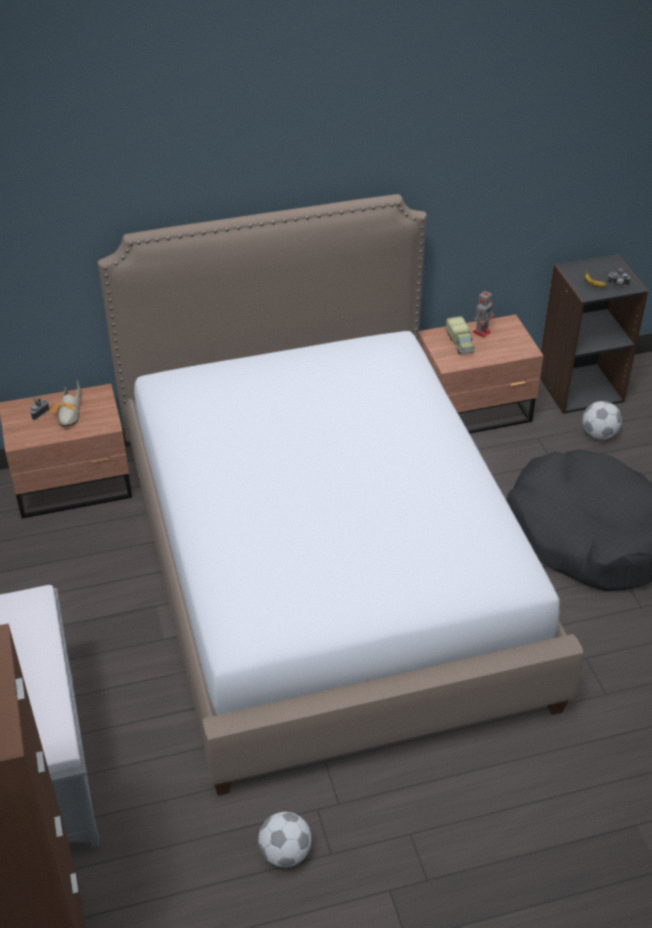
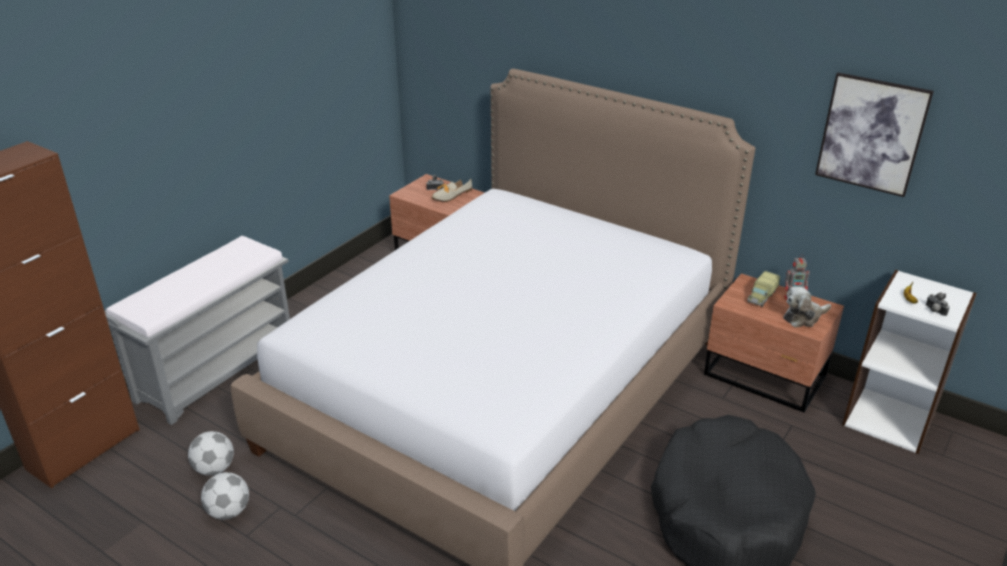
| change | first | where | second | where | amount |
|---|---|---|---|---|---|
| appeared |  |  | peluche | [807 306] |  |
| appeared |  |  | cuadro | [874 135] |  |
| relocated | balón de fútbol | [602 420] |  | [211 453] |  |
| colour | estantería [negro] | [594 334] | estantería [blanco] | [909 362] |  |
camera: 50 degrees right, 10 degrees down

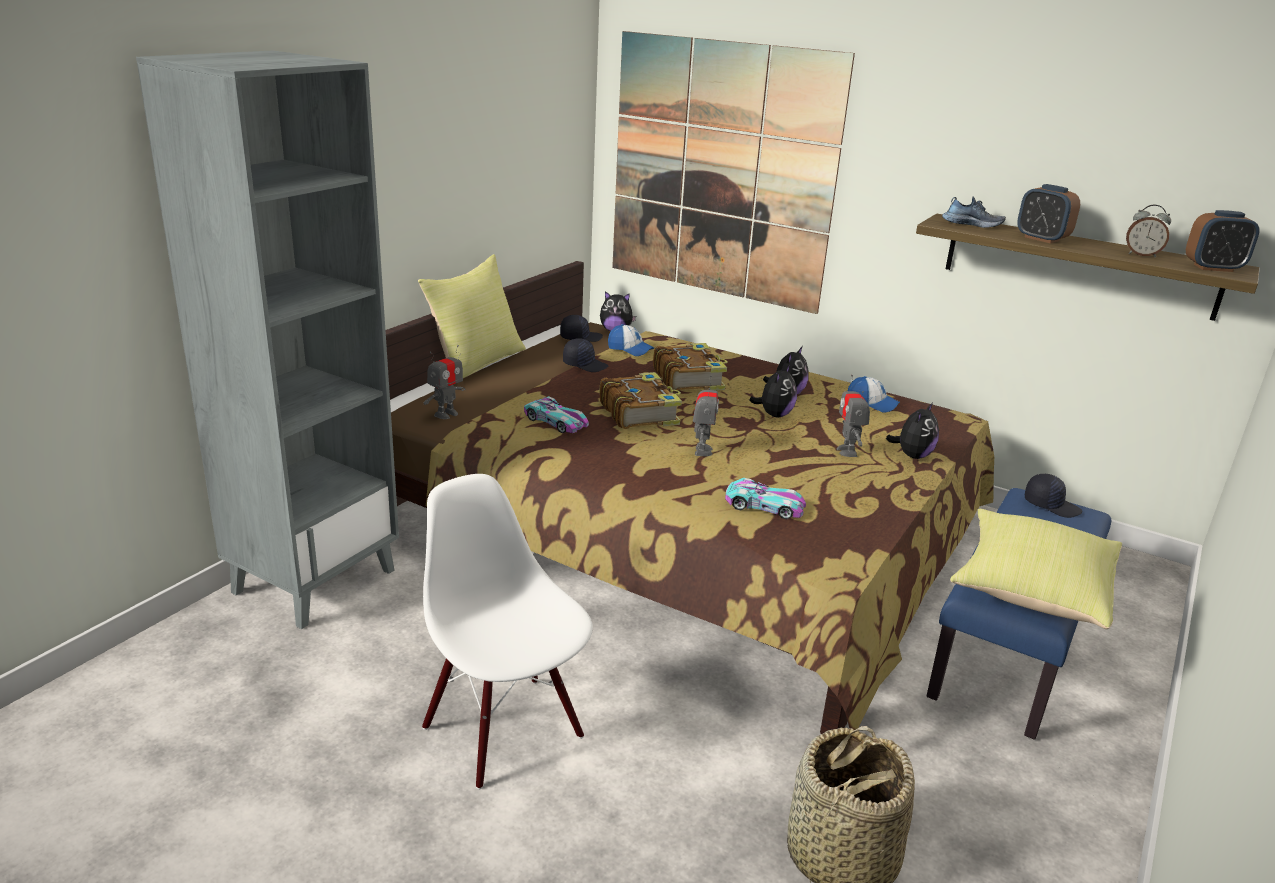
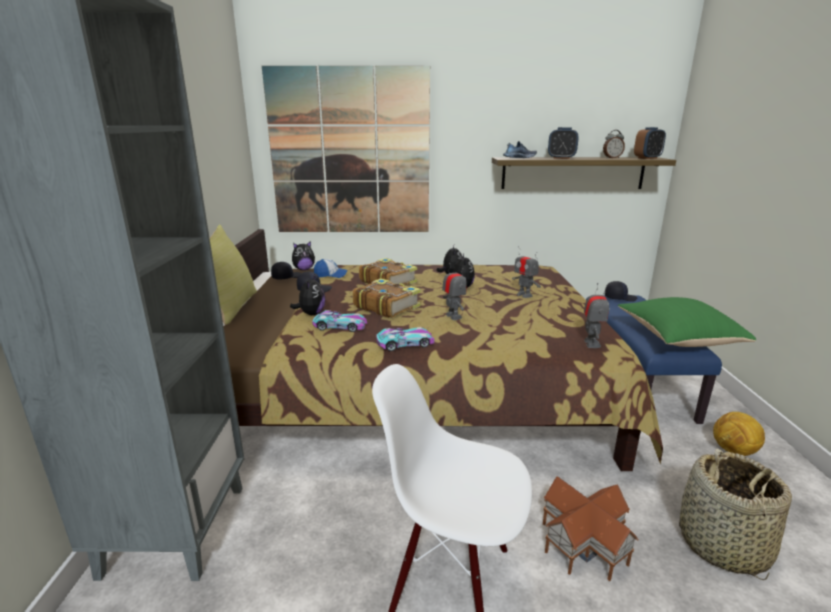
| change | first | where | second | where | amount |
|---|---|---|---|---|---|
| missing | gorra | [874 394] |  |  |  |
| appeared |  |  | casita | [591 529] |  |
| appeared |  |  | balón de fútbol | [739 434] |  |
| relocated | robot de juguete | [444 382] |  | [596 315] |  |
| relocated | coche de juguete | [765 498] |  | [405 339] |  |
| relocated | peluche | [912 431] |  | [308 295] |  |
| colour | cojín [amarillo] | [1036 569] | cojín [verde] | [687 322] |  |
camera: 30 degrees left, 5 degrees down

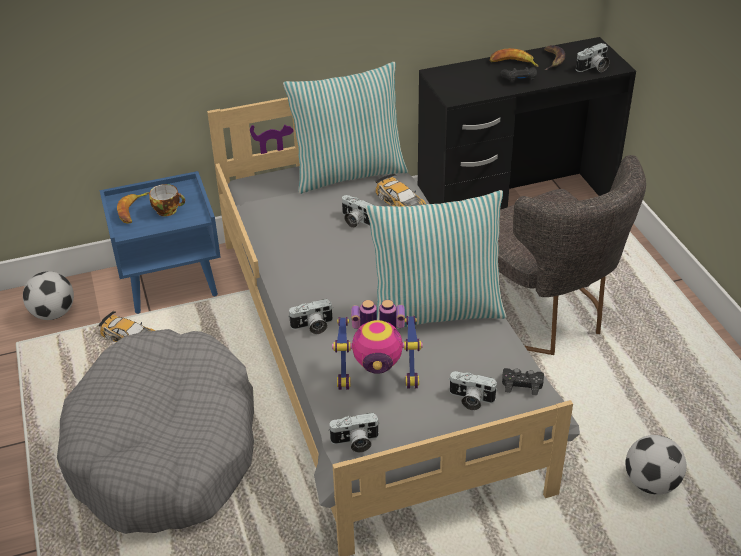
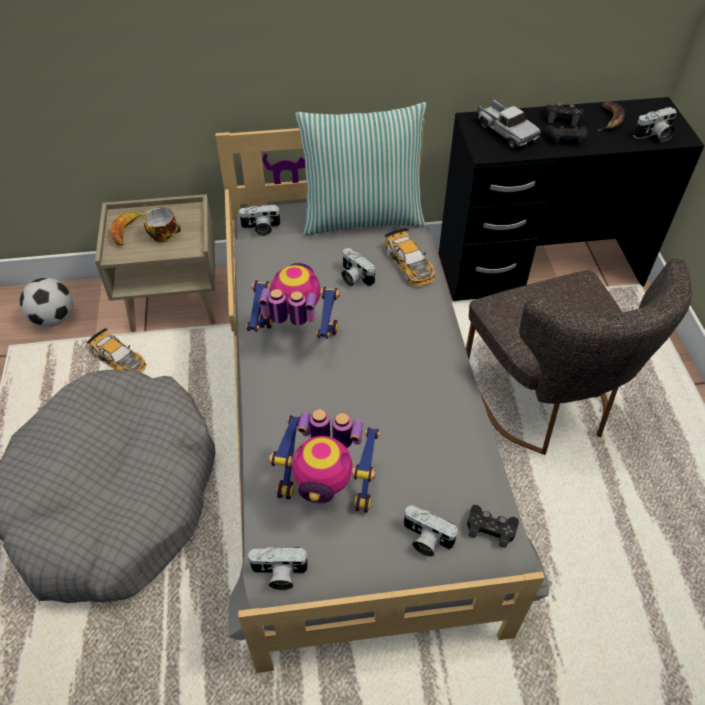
| change | first | where | second | where | amount |
|---|---|---|---|---|---|
| missing | cojín | [436 259] |  |  |  |
| missing | balón de fútbol | [656 465] |  |  |  |
| appeared |  |  | robot de juguete | [293 301] |  |
| appeared |  |  | camión de juguete | [509 123] |  |
| relocated | cámara | [311 316] |  | [259 220] |  |
| exchanged | plátano | [514 57] | mando de consola [negro] | [564 114] |  |
| colour | mesita de noche [azul] | [160 242] | mesita de noche [beis] | [155 263] |  |
camera: 10 degrees right, 10 degrees up

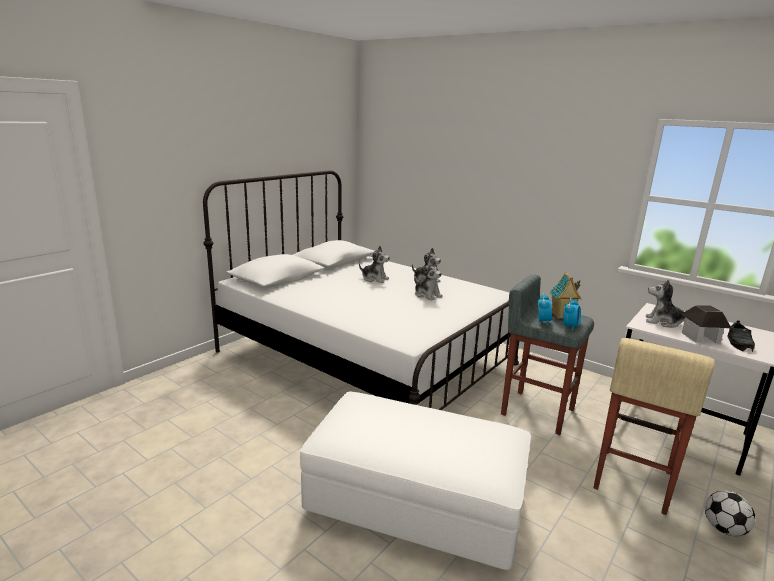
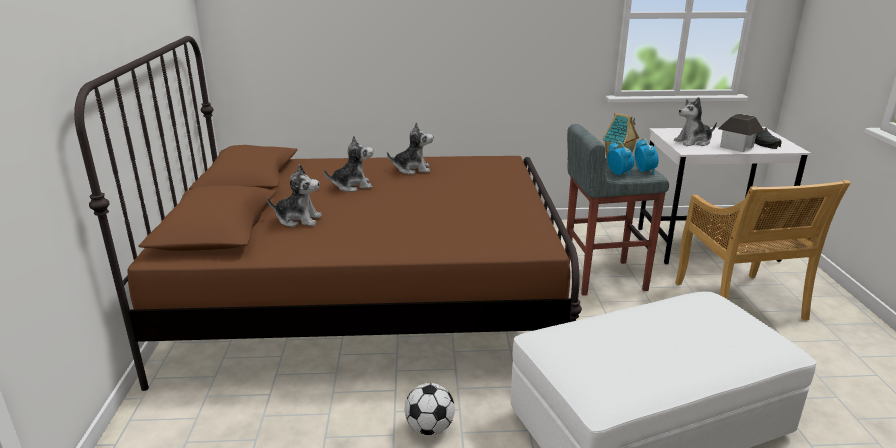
| change | first | where | second | where | amount |
|---|---|---|---|---|---|
| relocated | peluche | [428 280] |  | [294 195] |  |
| relocated | balón de fútbol | [730 513] |  | [430 409] |  |
| exchanged | taburete [beis] | [654 426] | silla [beis] | [763 250] |  |
| colour | cama [blanco] | [361 290] | cama [marrón] | [328 213] |  |
camera: 40 degrees left, 5 degrees up

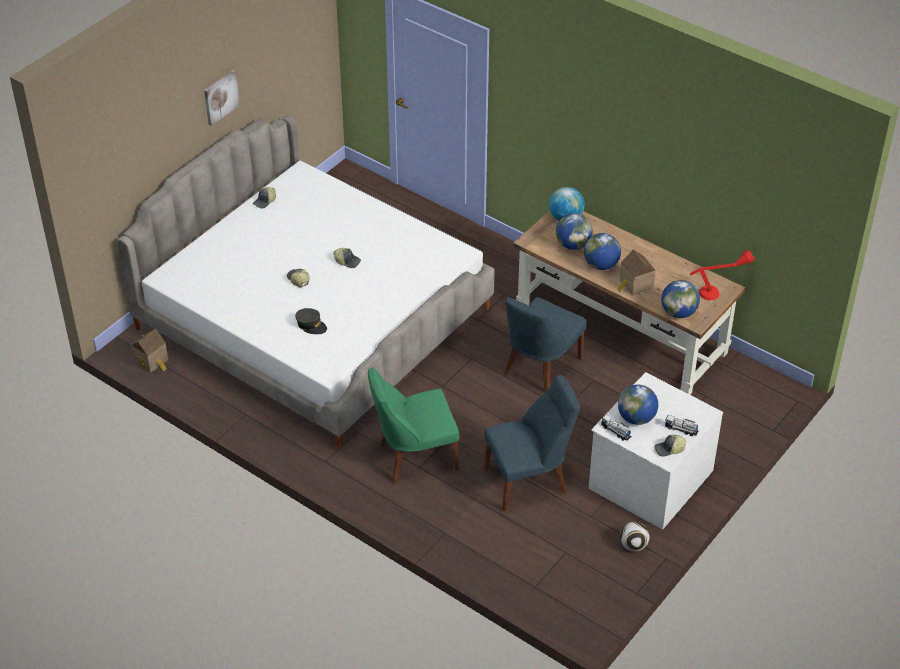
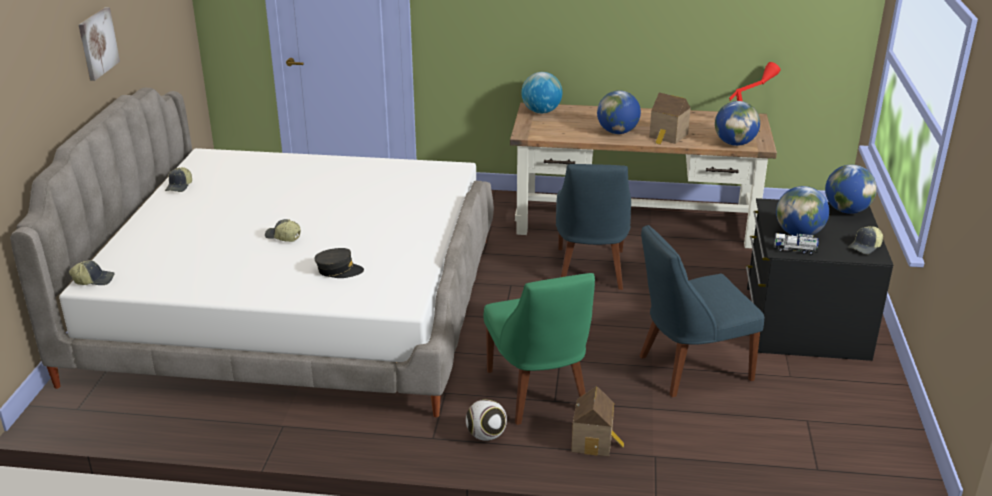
| change | first | where | second | where | amount |
|---|---|---|---|---|---|
| missing | camión de juguete | [682 425] |  |  |  |
| relocated | casita | [149 351] |  | [597 421] |  |
| relocated | gorra | [347 258] |  | [92 272] |  |
| relocated | globo terráqueo | [574 231] |  | [851 189] |  |
| relocated | balón de fútbol | [634 536] |  | [486 420] |  |
| colour | cómoda [blanco] | [656 451] | cómoda [negro] | [819 279] |  |
| spun | silla [verde] | [413 425] |  | [539 349] | 60 degrees counterclockwise |
| spun | silla [azul] | [532 443] |  | [702 311] | 150 degrees counterclockwise |
camera: 30 degrees left, 15 degrees down

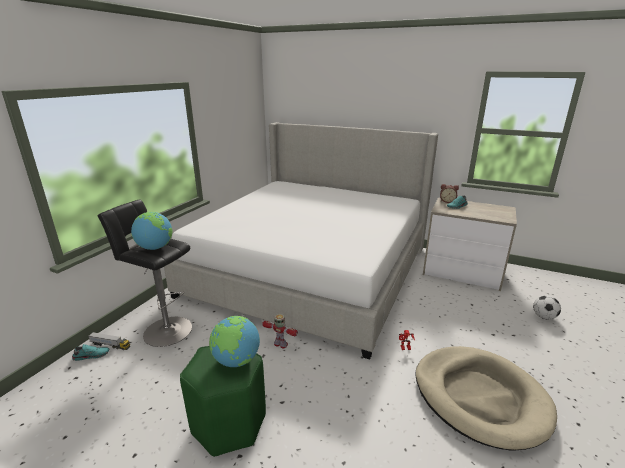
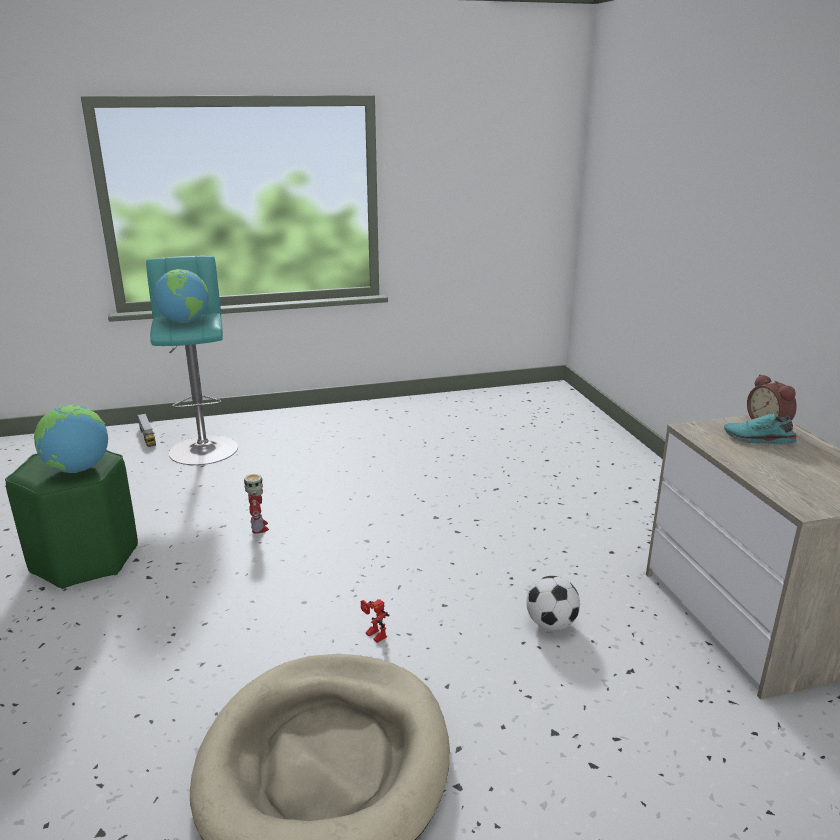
| change | first | where | second | where | amount |
|---|---|---|---|---|---|
| missing | zapato [turquesa] | [90 352] |  |  |  |
| missing | cama | [301 241] |  |  |  |
| relocated | balón de fútbol | [547 307] |  | [553 603] |  |
| colour | taburete [negro] | [144 273] | taburete [turquesa] | [192 360] |  |
camera: 50 degrees right, 0 degrees up

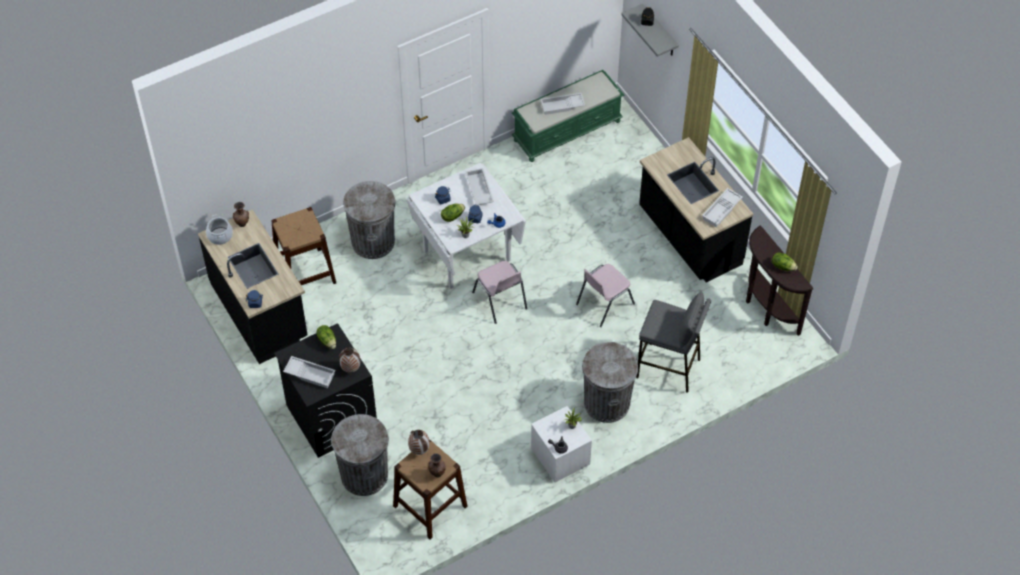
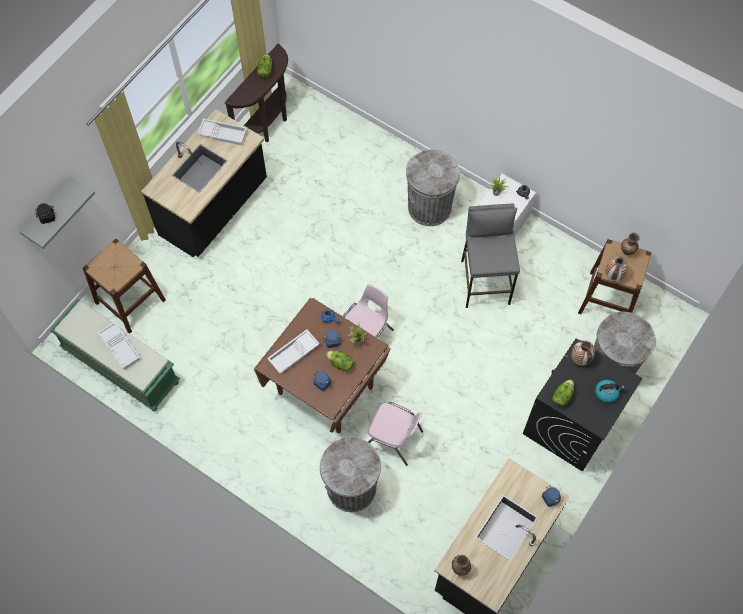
| change | first | where | second | where | amount |
|---|---|---|---|---|---|
| missing | olla | [219 230] |  |  |  |
| relocated | taburete [marrón] | [303 246] |  | [124 286] |  |
| relocated | silla [rosa] | [605 295] |  | [395 434] |  |
| relocated | taburete [gris] | [673 342] |  | [490 256] |  |
| exchanged | bandeja [blanco] | [309 372] | hervidor | [610 391] |  |
| colour | mesa de comedor [blanco] | [466 226] | mesa de comedor [marrón] | [322 365] |  |
camera: 115 degrees left, 10 degrees up

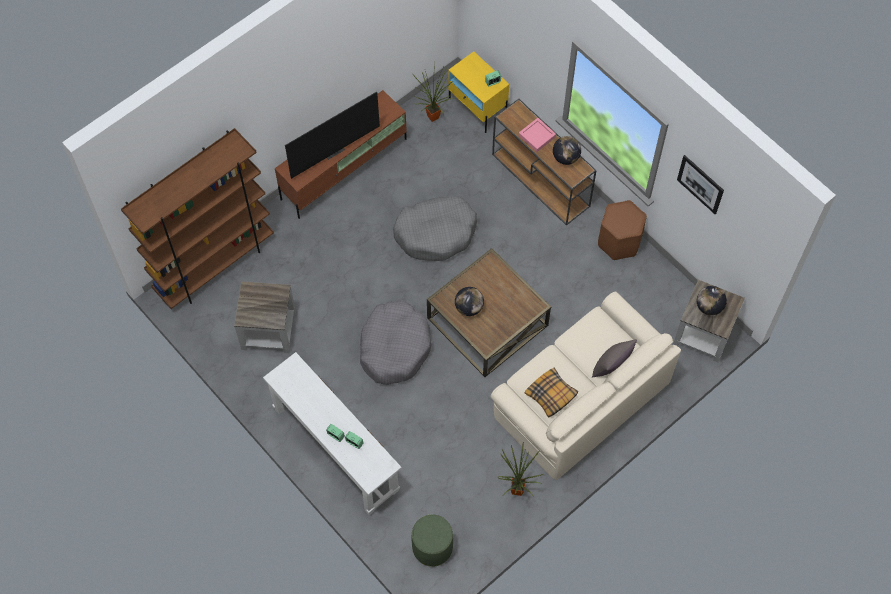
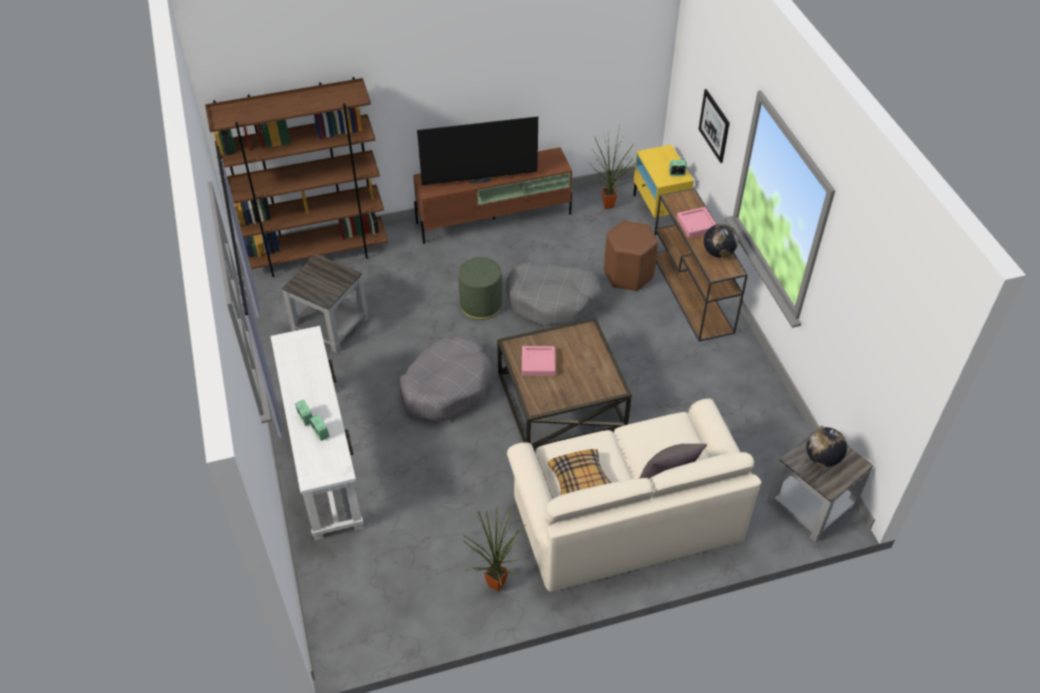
| change | first | where | second | where | amount |
|---|---|---|---|---|---|
| relocated | puf [verde] | [432 541] |  | [480 288] |  |
| relocated | taburete [marrón] | [622 230] |  | [631 256] |  |
| relocated | cuadro | [700 184] |  | [714 126] |  |
| exchanged | globo terráqueo | [469 301] | bandeja [rosa] | [538 361] |  |
camera: 25 degrees right, 15 degrees down

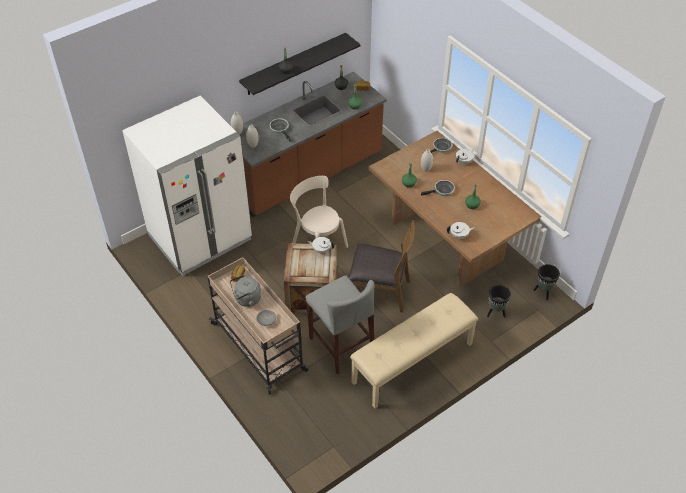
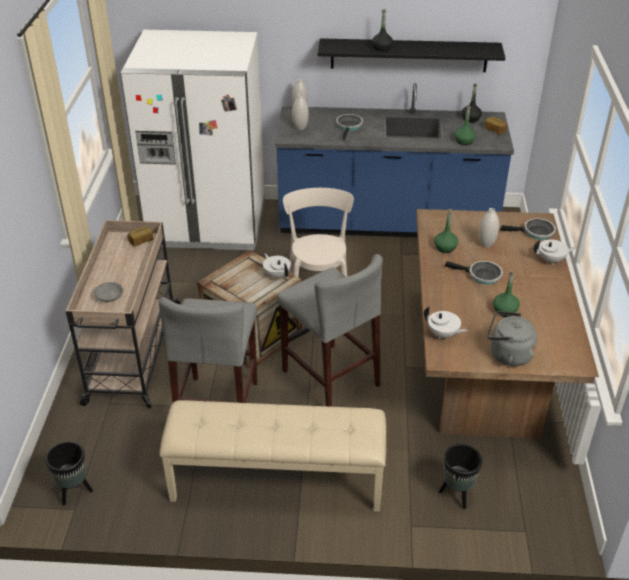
| change | first | where | second | where | amount |
|---|---|---|---|---|---|
| relocated | hervidor [gris] | [245 291] |  | [512 338] |  |
| relocated | maceta [negro] | [547 282] |  | [69 473] |  |
| exchanged | silla [marrón] | [382 266] | taburete [gris] | [330 330] |  |
| colour | mueble bajo de cocina [marrón] | [313 145] | mueble bajo de cocina [azul] | [394 160] |  |
camera: 40 degrees right, 10 degrees down

